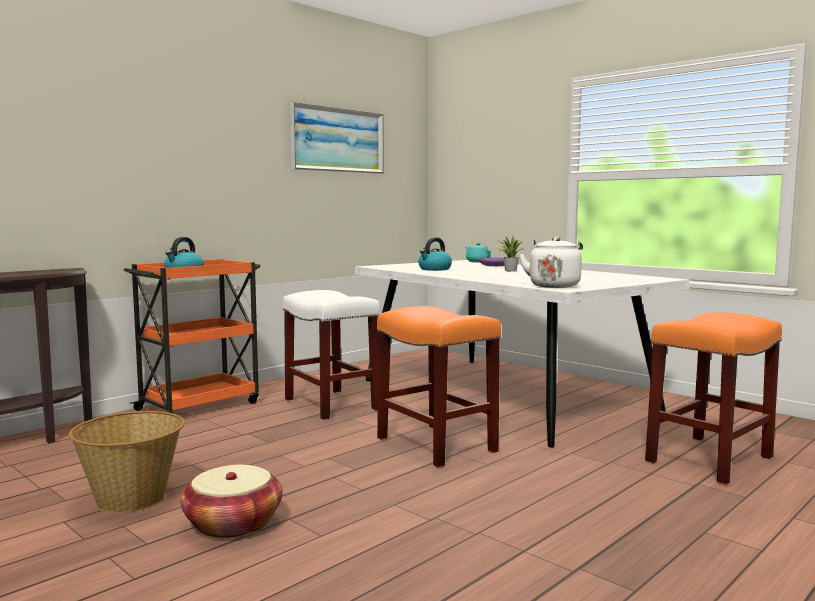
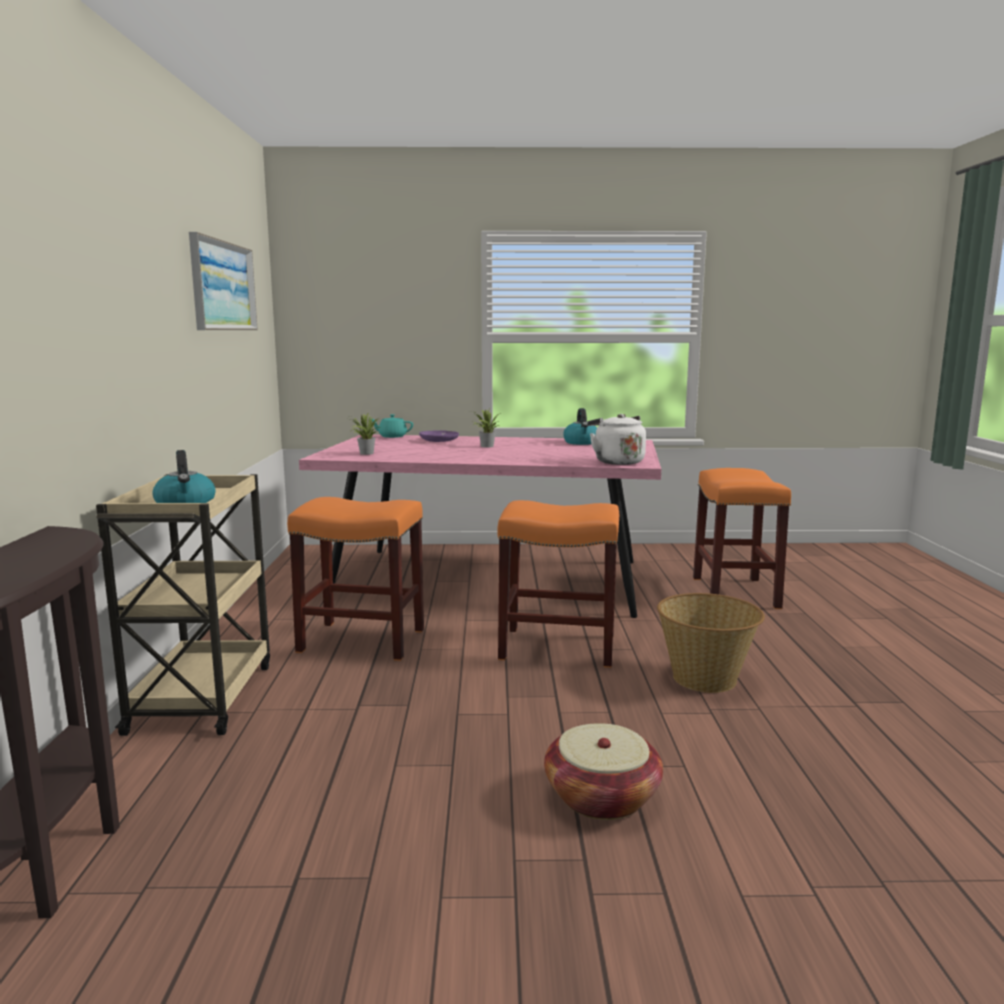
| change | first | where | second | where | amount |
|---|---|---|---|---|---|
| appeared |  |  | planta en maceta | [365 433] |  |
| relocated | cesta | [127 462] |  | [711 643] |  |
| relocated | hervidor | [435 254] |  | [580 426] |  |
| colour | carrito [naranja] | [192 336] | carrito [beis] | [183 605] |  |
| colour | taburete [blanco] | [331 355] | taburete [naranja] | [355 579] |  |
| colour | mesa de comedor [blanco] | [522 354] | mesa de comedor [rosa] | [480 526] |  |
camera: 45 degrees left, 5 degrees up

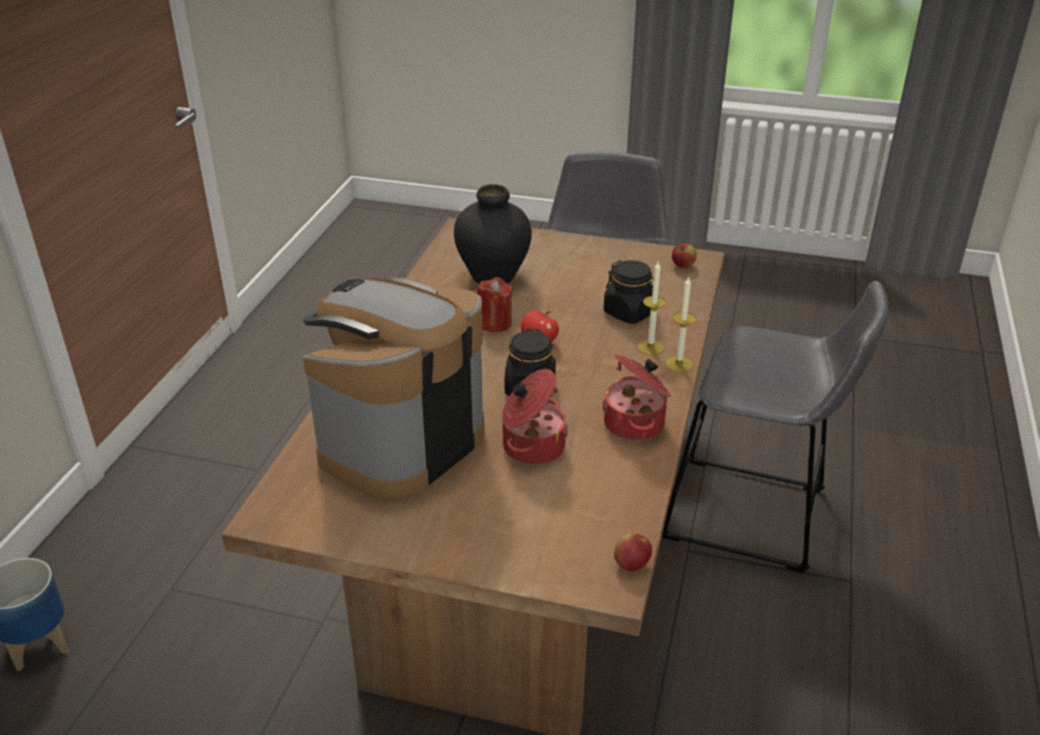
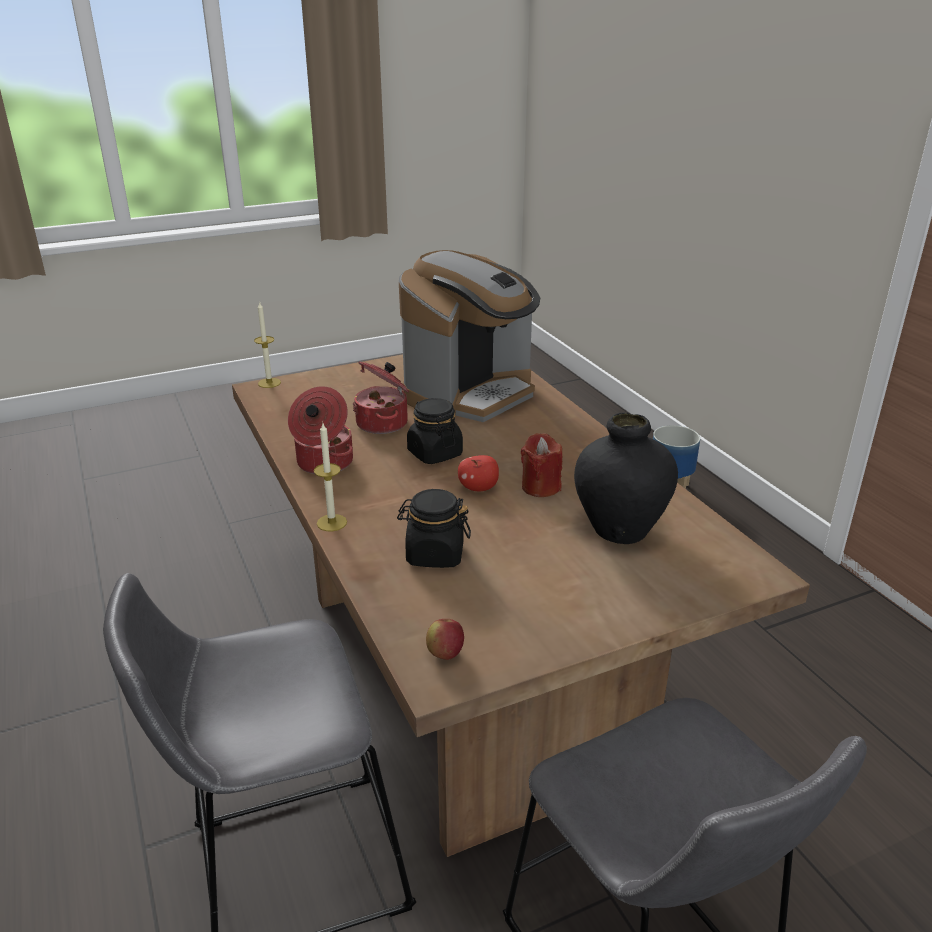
| change | first | where | second | where | amount |
|---|---|---|---|---|---|
| missing | manzana | [633 552] |  |  |  |
| relocated | vela | [652 308] |  | [267 344] |  |
| spun | cafetera | [393 388] |  | [469 336] | 45 degrees clockwise |
camera: 140 degrees right, 5 degrees down

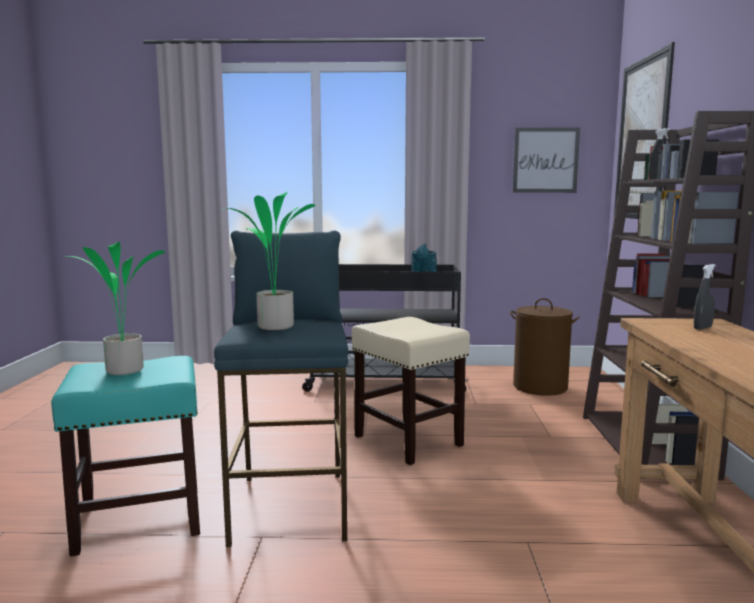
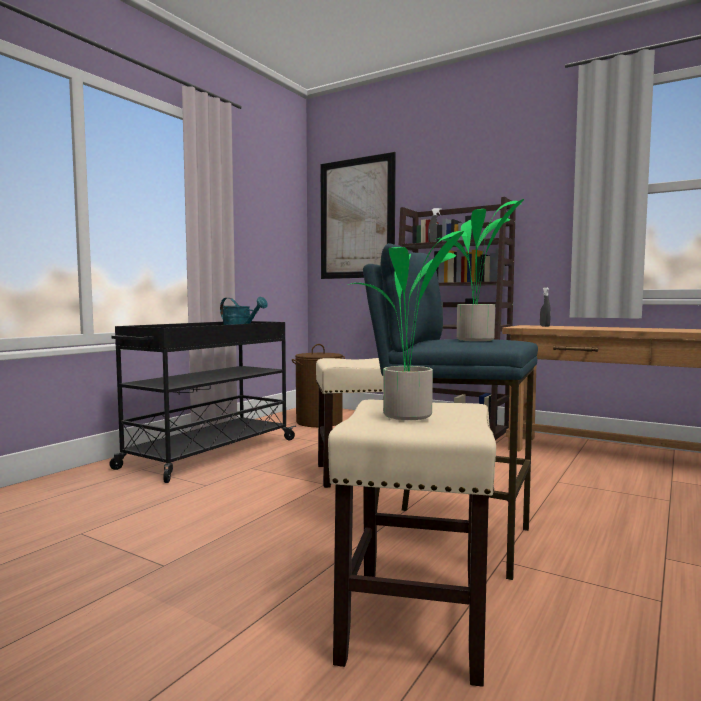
| change | first | where | second | where | amount |
|---|---|---|---|---|---|
| missing | cuadro | [546 160] |  |  |  |
| colour | taburete [turquesa] | [125 456] | taburete [beis] | [412 543] |  |
camera: 60 degrees left, 5 degrees down

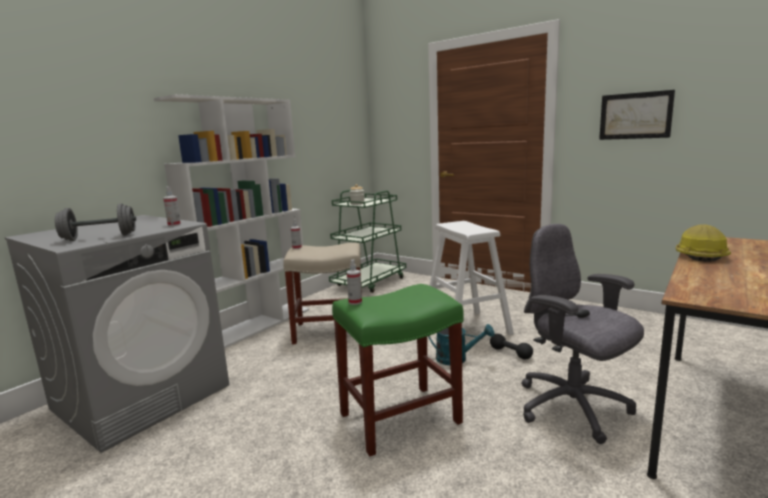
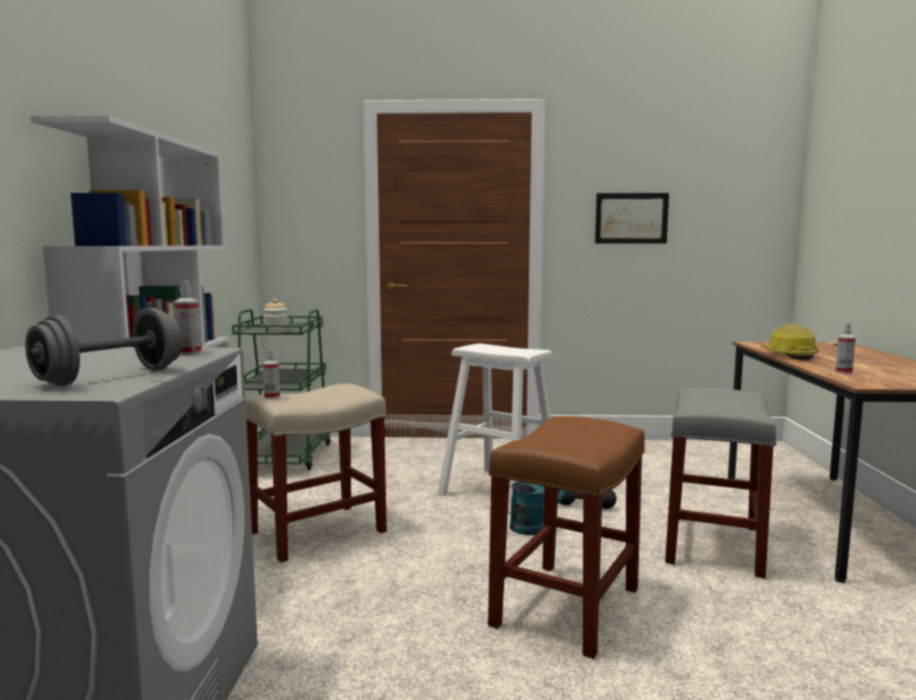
| change | first | where | second | where | amount |
|---|---|---|---|---|---|
| relocated | pulverizador | [354 282] |  | [845 348] |  |
| exchanged | silla de oficina [gris] | [582 334] | taburete [gris] | [721 483] |  |
| colour | taburete [verde] | [398 370] | taburete [marrón] | [566 537] |  |
camera: 35 degrees left, 5 degrees down

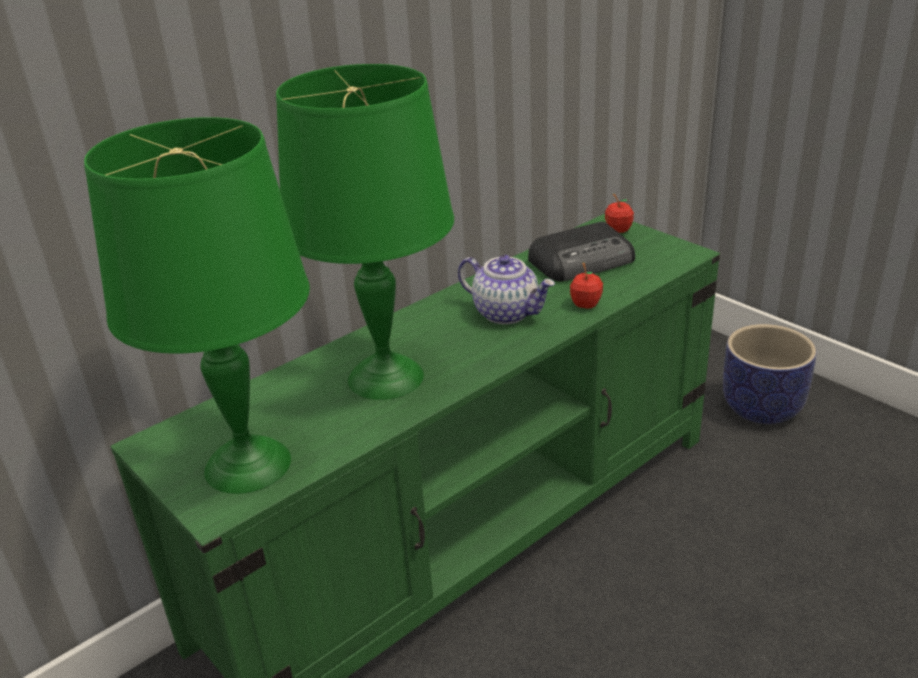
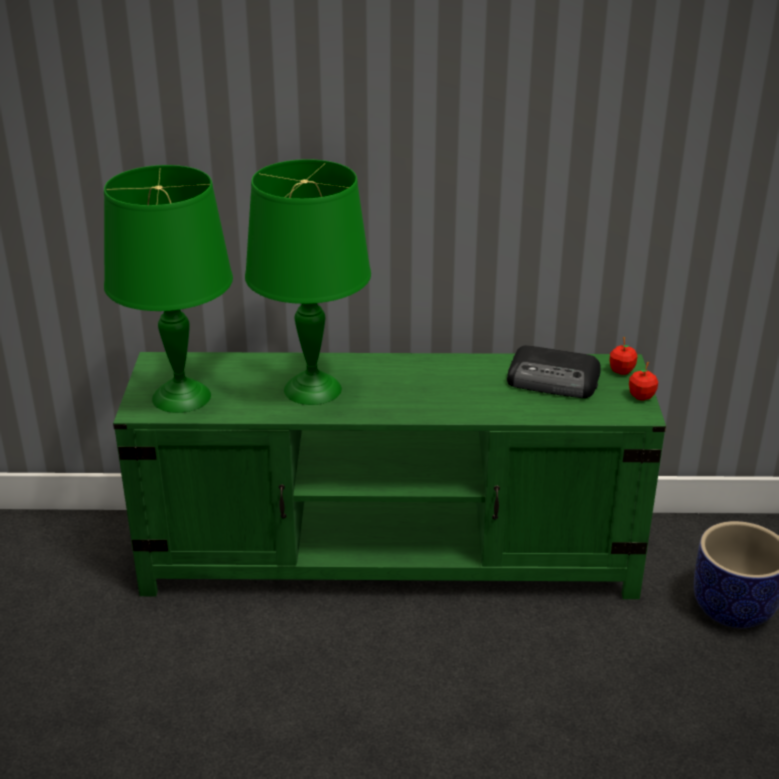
| change | first | where | second | where | amount |
|---|---|---|---|---|---|
| missing | tetera | [506 289] |  |  |  |
| relocated | manzana | [586 285] |  | [643 381] |  |
camera: 40 degrees right, 0 degrees up

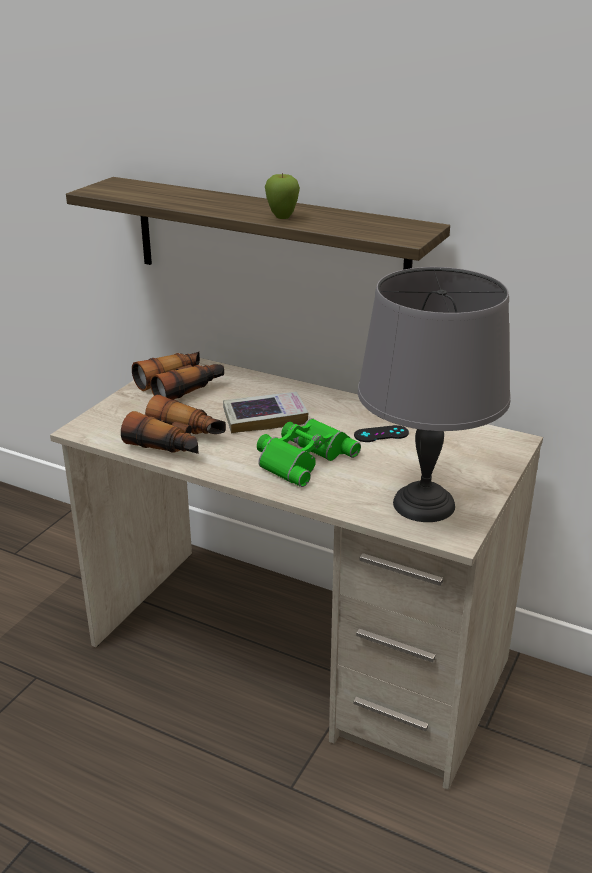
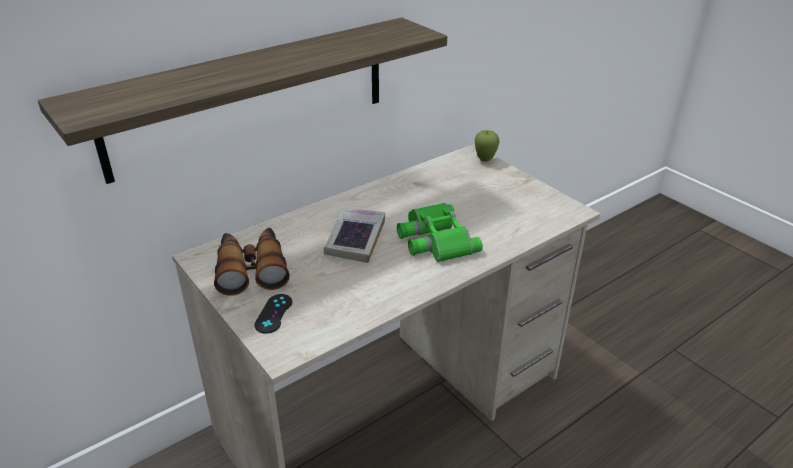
| change | first | where | second | where | amount |
|---|---|---|---|---|---|
| missing | prismáticos | [173 424] |  |  |  |
| missing | lámpara de mesa [gris] | [434 394] |  |  |  |
| relocated | manzana | [282 196] |  | [487 146] |  |
| relocated | mando de consola [negro] | [381 433] |  | [273 314] |  |
camera: 65 degrees left, 5 degrees up

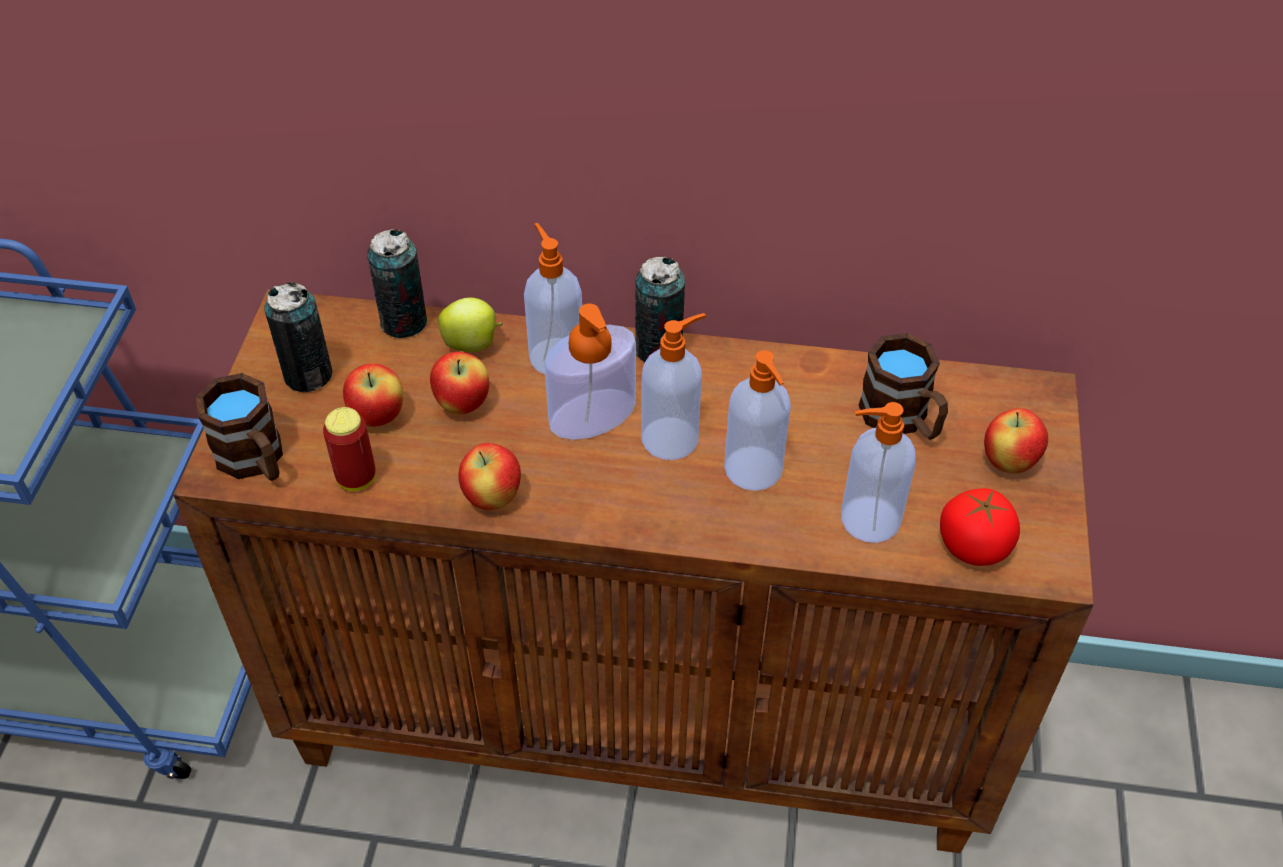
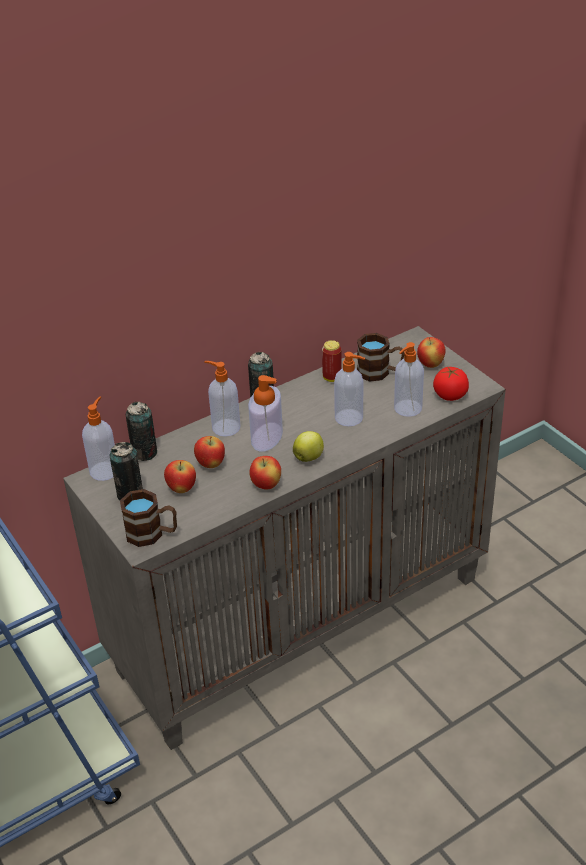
| change | first | where | second | where | amount |
|---|---|---|---|---|---|
| relocated | lata | [349 449] |  | [332 361] |  |
| relocated | manzana | [470 325] |  | [308 446] |  |
| relocated | dispensador de jabón | [673 386] |  | [98 438] |  |
| colour | armario [marrón] | [633 571] | armario [gris] | [284 538] |  |
camera: 40 degrees left, 10 degrees down

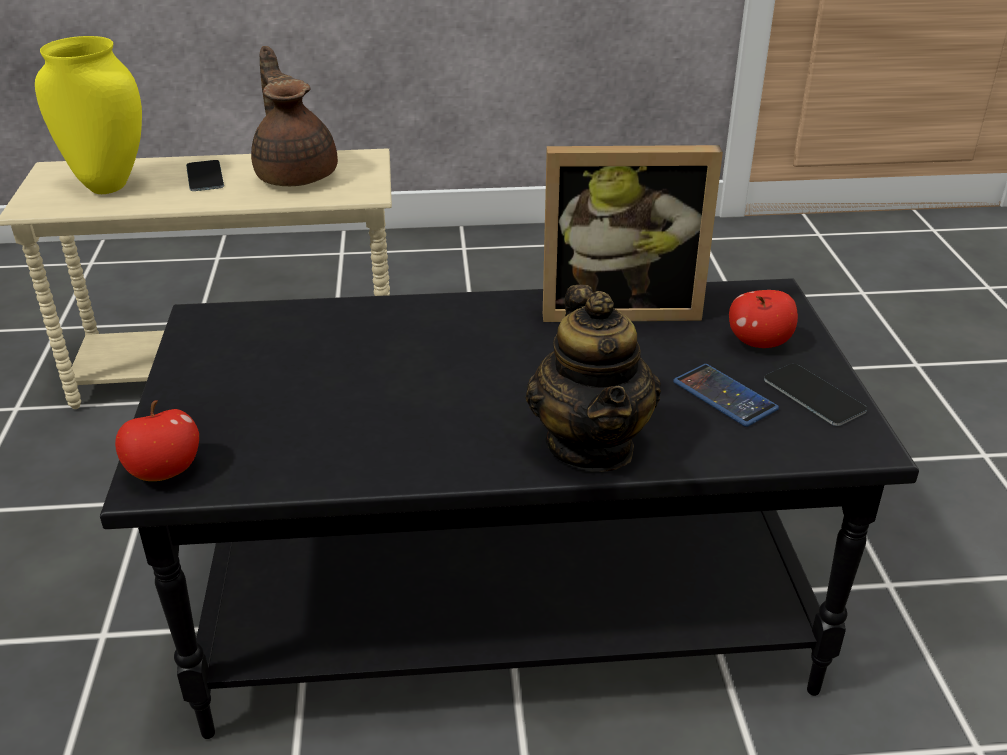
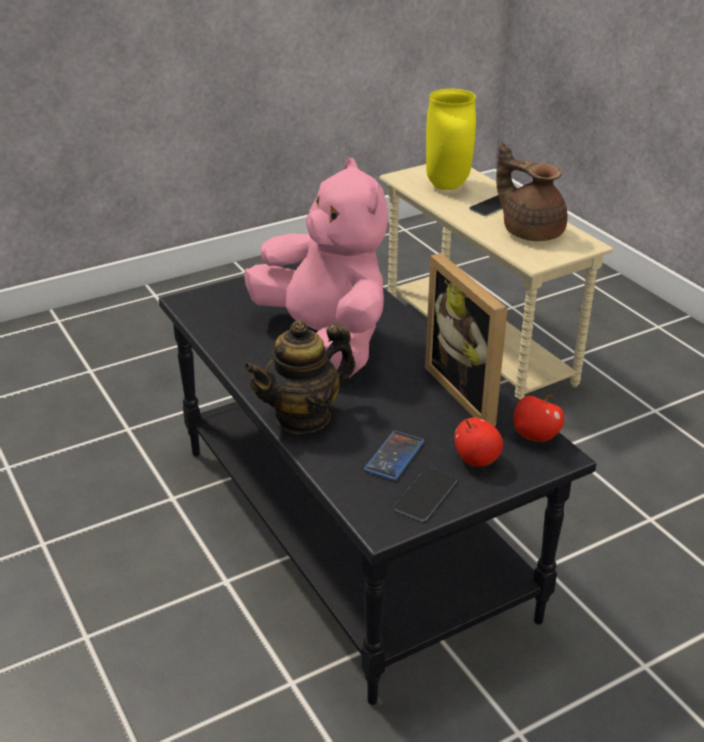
| change | first | where | second | where | amount |
|---|---|---|---|---|---|
| appeared |  |  | peluche [rosa] | [316 268] |  |
| relocated | manzana | [157 440] |  | [538 418] |  |
| spun | tetera [marrón] | [294 116] |  | [531 191] | 90 degrees counterclockwise |
camera: 65 degrees right, 0 degrees up

